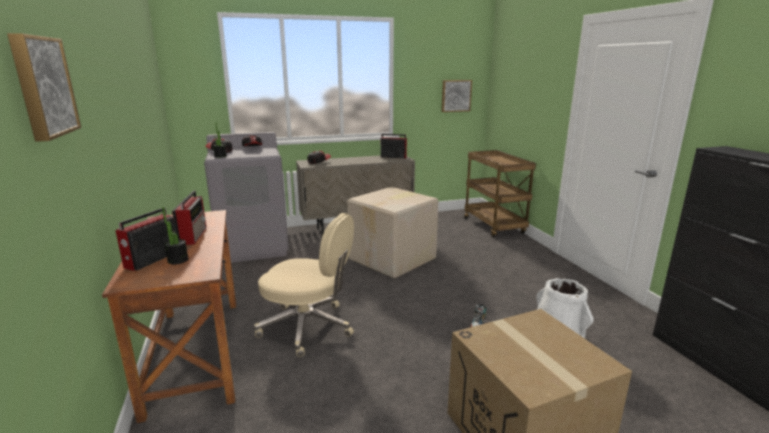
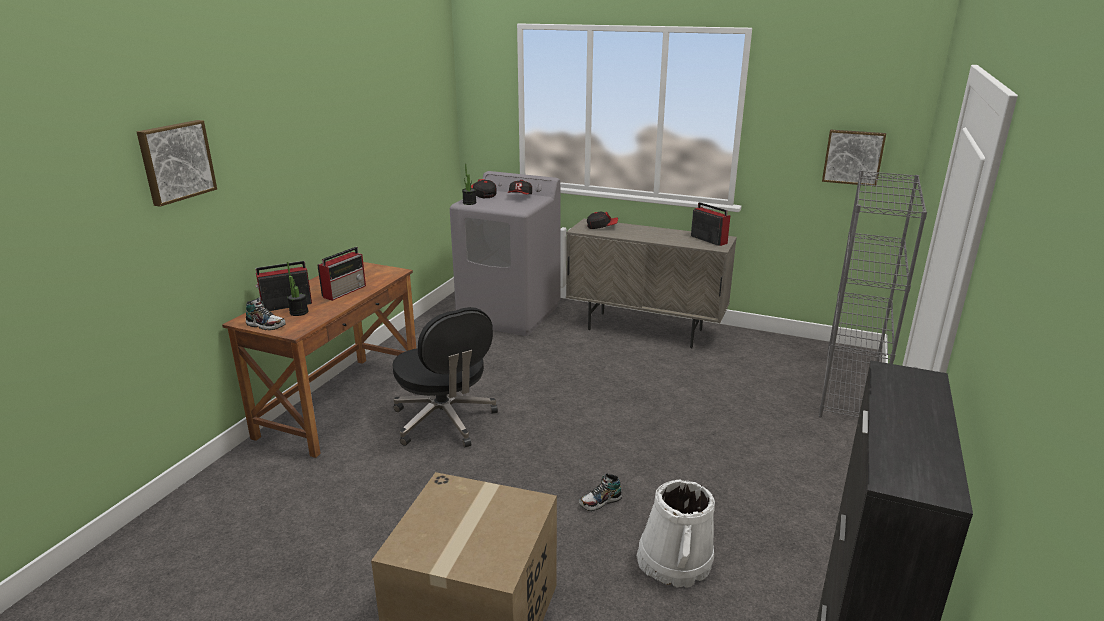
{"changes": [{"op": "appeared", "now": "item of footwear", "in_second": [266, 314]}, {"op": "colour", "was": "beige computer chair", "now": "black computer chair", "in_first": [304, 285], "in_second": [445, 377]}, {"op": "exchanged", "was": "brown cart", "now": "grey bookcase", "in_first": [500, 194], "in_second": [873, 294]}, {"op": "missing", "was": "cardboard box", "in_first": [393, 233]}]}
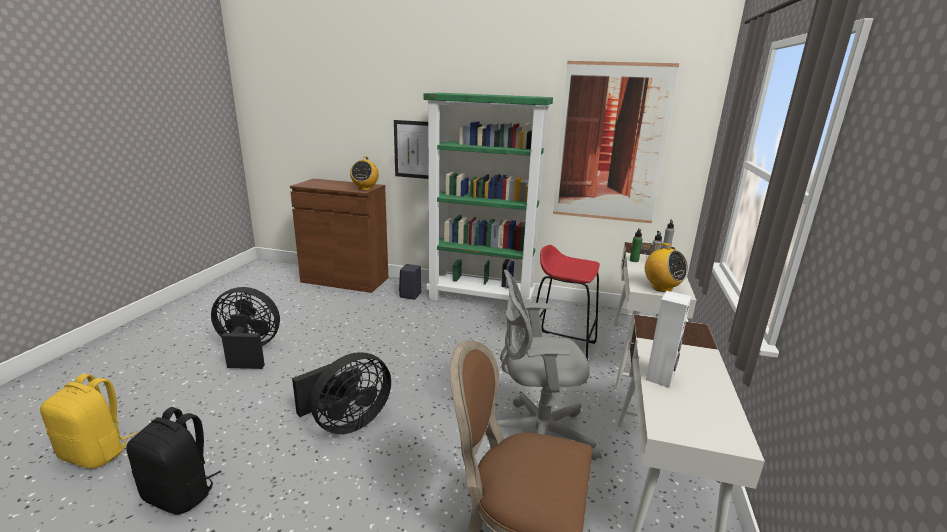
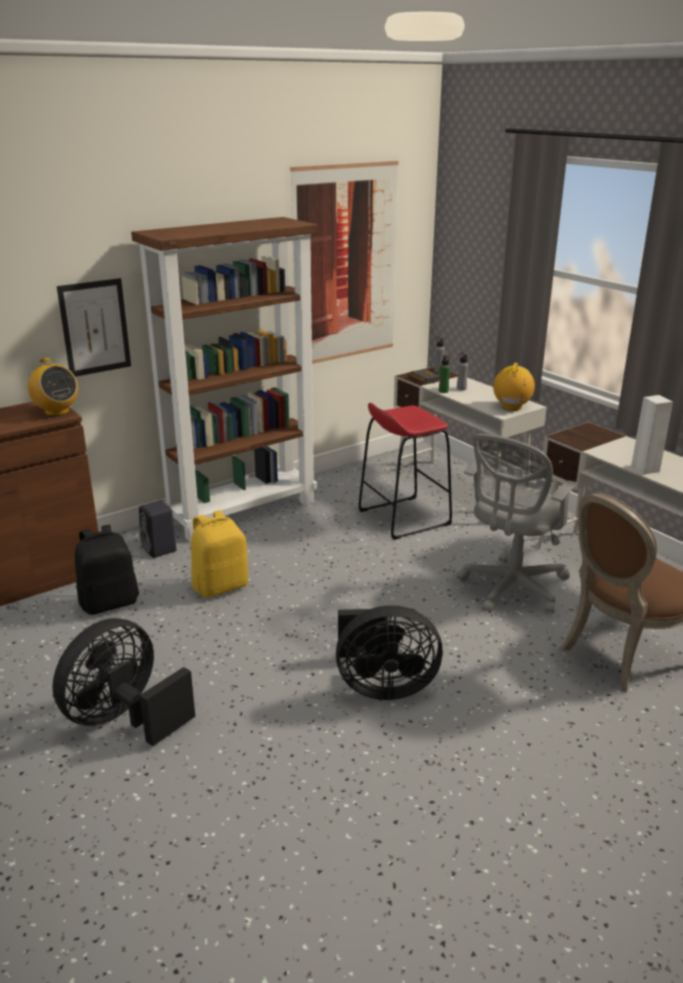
{"changes": [{"op": "relocated", "was": "black rucksack", "in_first": [174, 461], "in_second": [107, 570]}, {"op": "colour", "was": "green-coloured bookcase", "now": "brown bookcase", "in_first": [488, 203], "in_second": [224, 379]}, {"op": "relocated", "was": "yellowish rucksack", "in_first": [88, 421], "in_second": [219, 554]}, {"op": "spun", "was": "black fan", "in_first": [341, 393], "in_second": [389, 652], "clockwise": 90}, {"op": "spun", "was": "radio", "in_first": [666, 267], "in_second": [514, 387], "clockwise": -75}]}
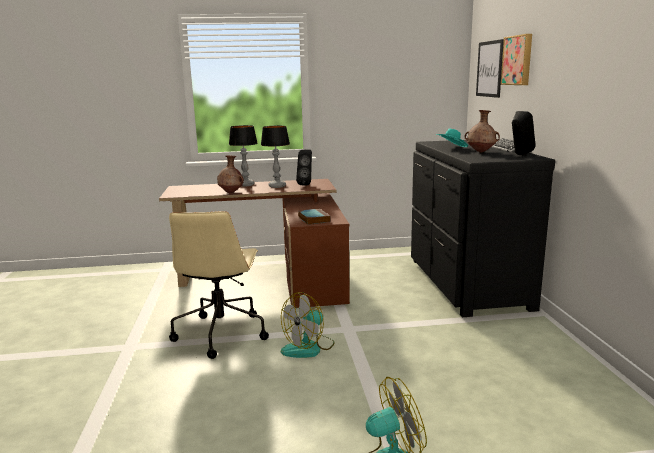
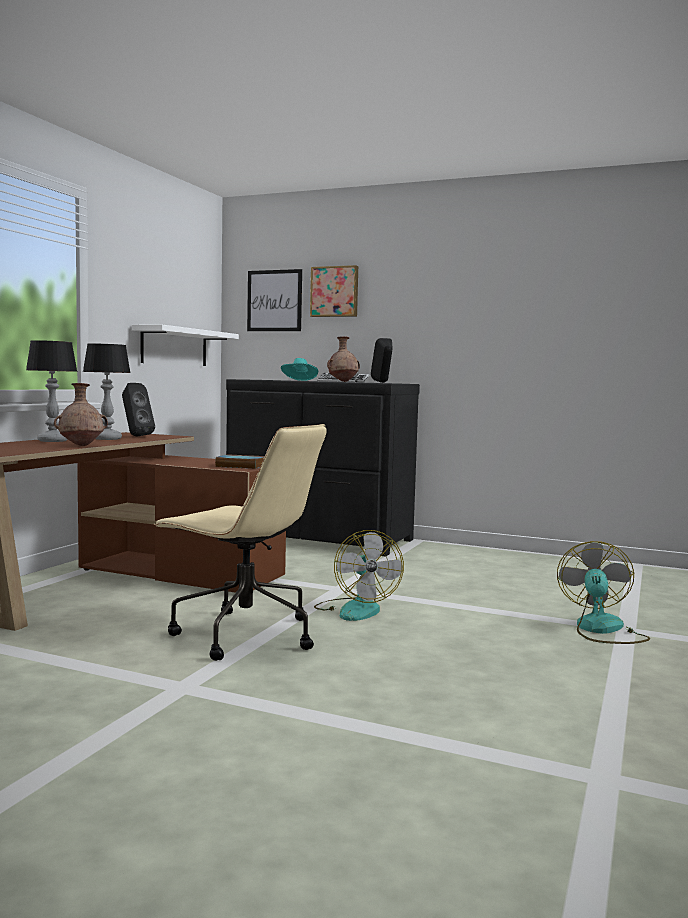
{"changes": [{"op": "appeared", "now": "white shelf", "in_second": [185, 345]}]}
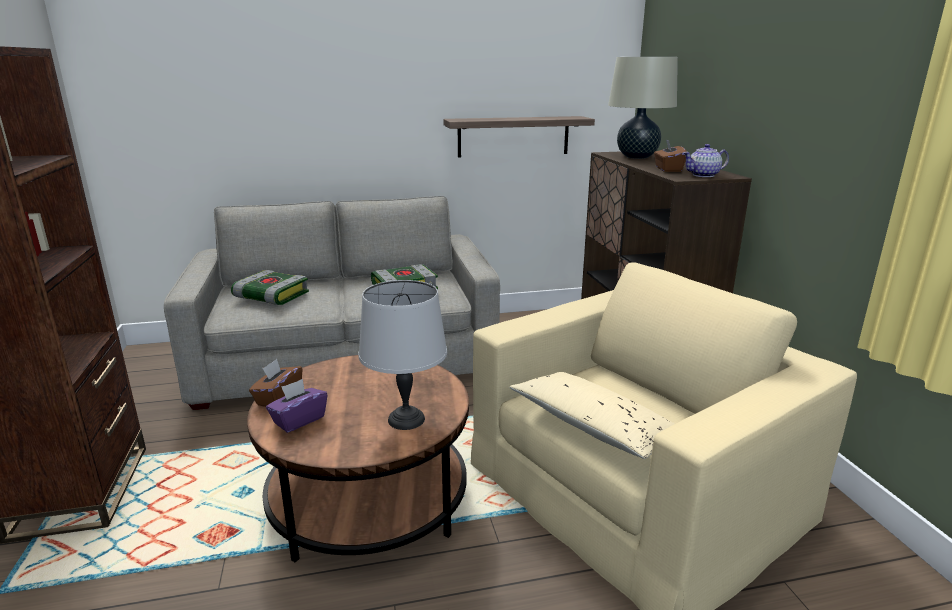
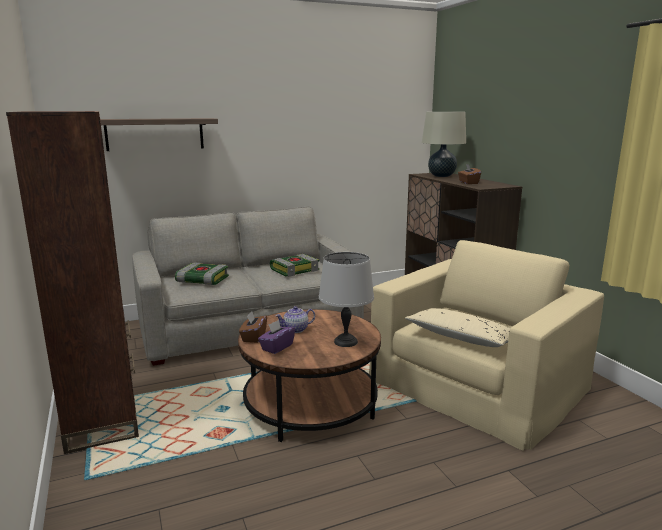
{"changes": [{"op": "relocated", "was": "shelf", "in_first": [519, 136], "in_second": [159, 134]}, {"op": "relocated", "was": "tea pot", "in_first": [706, 160], "in_second": [295, 319]}]}
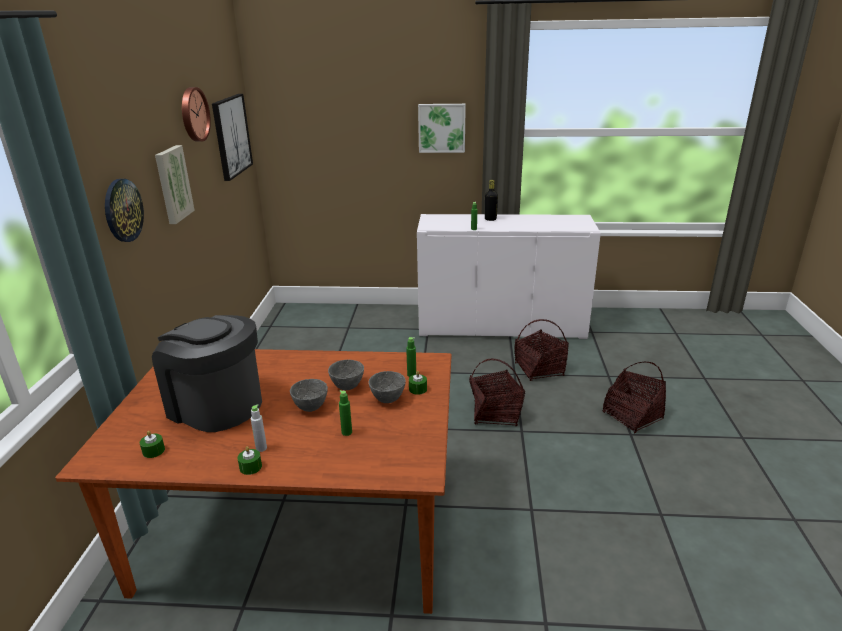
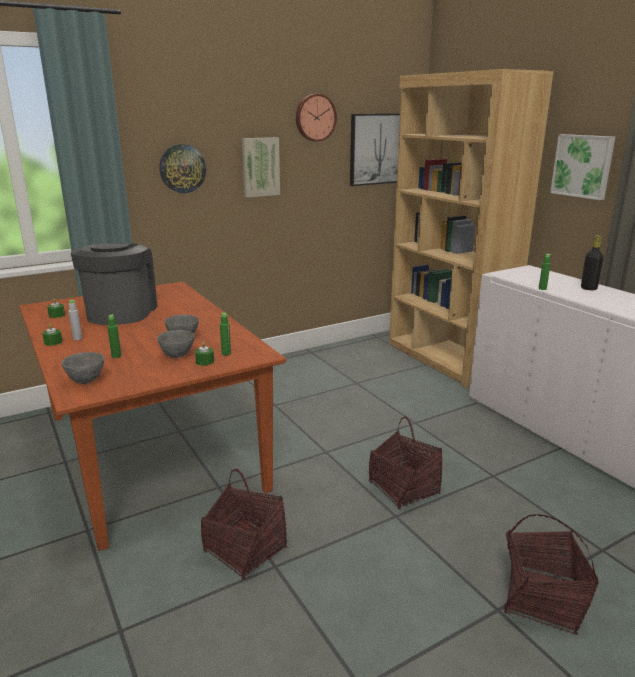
{"changes": [{"op": "relocated", "was": "grey deep dish", "in_first": [309, 395], "in_second": [82, 368]}, {"op": "relocated", "was": "basket", "in_first": [541, 350], "in_second": [244, 524]}, {"op": "appeared", "now": "brown bookcase", "in_second": [471, 229]}]}
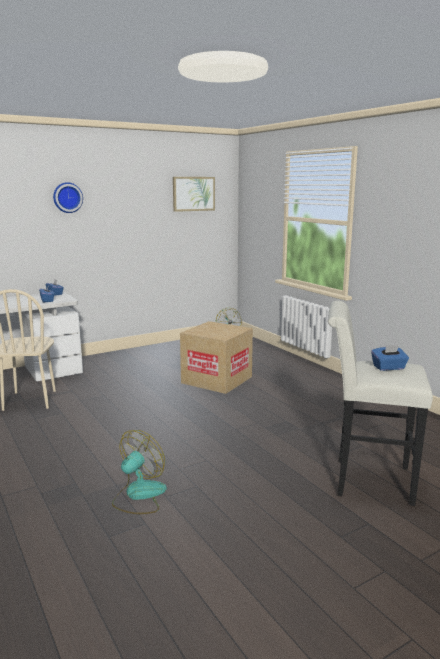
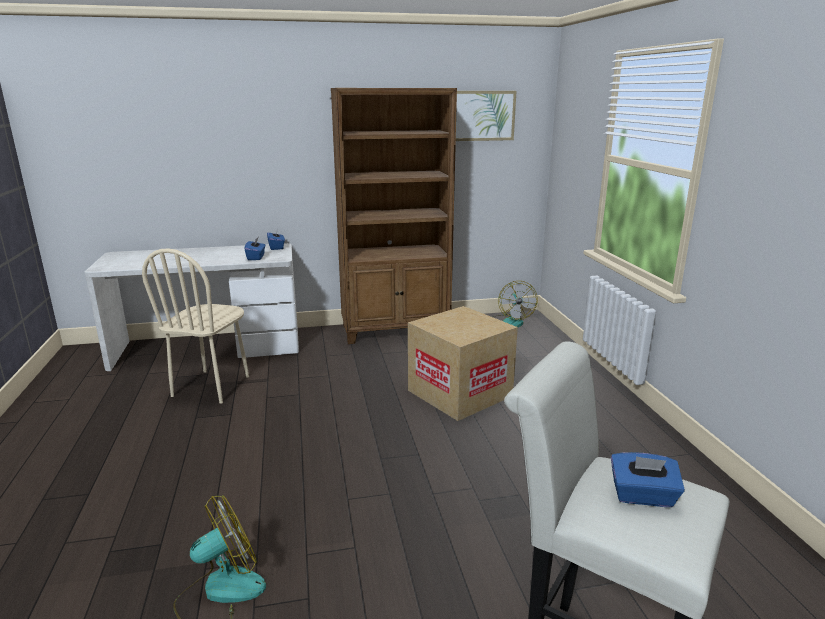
{"changes": [{"op": "appeared", "now": "brown bookcase", "in_second": [394, 216]}, {"op": "missing", "was": "wall clock", "in_first": [68, 197]}]}
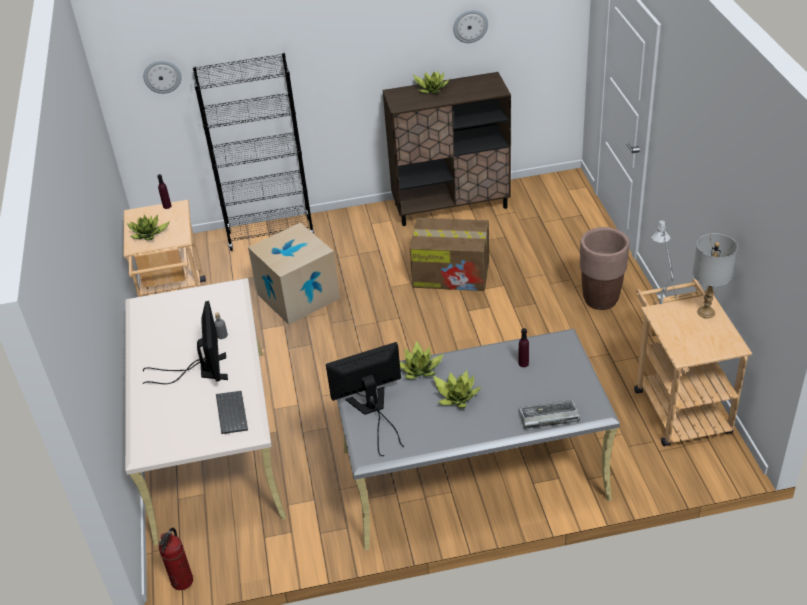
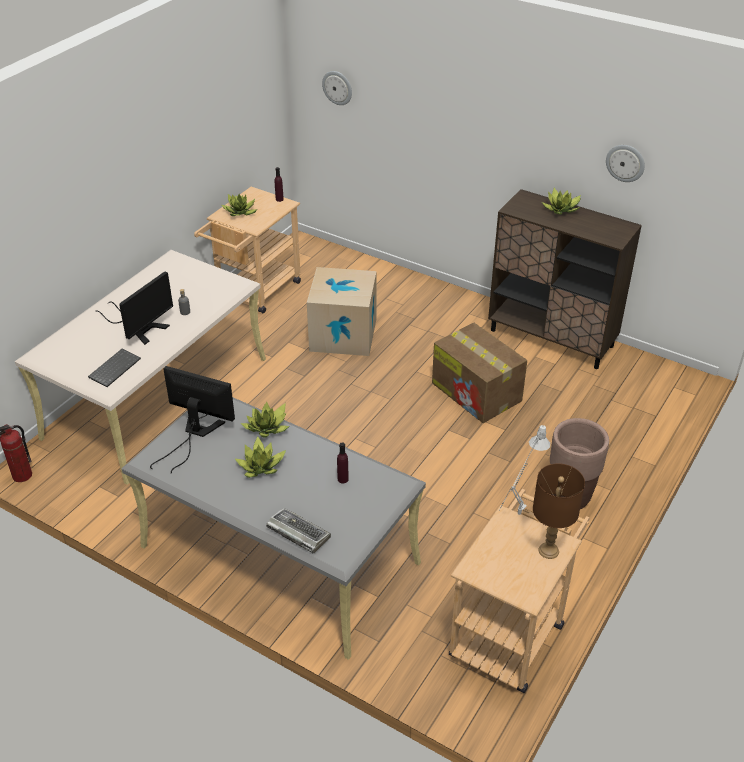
{"changes": [{"op": "colour", "was": "grey tabletop lamp", "now": "brown tabletop lamp", "in_first": [715, 275], "in_second": [559, 511]}, {"op": "missing", "was": "black bookcase", "in_first": [254, 152]}]}
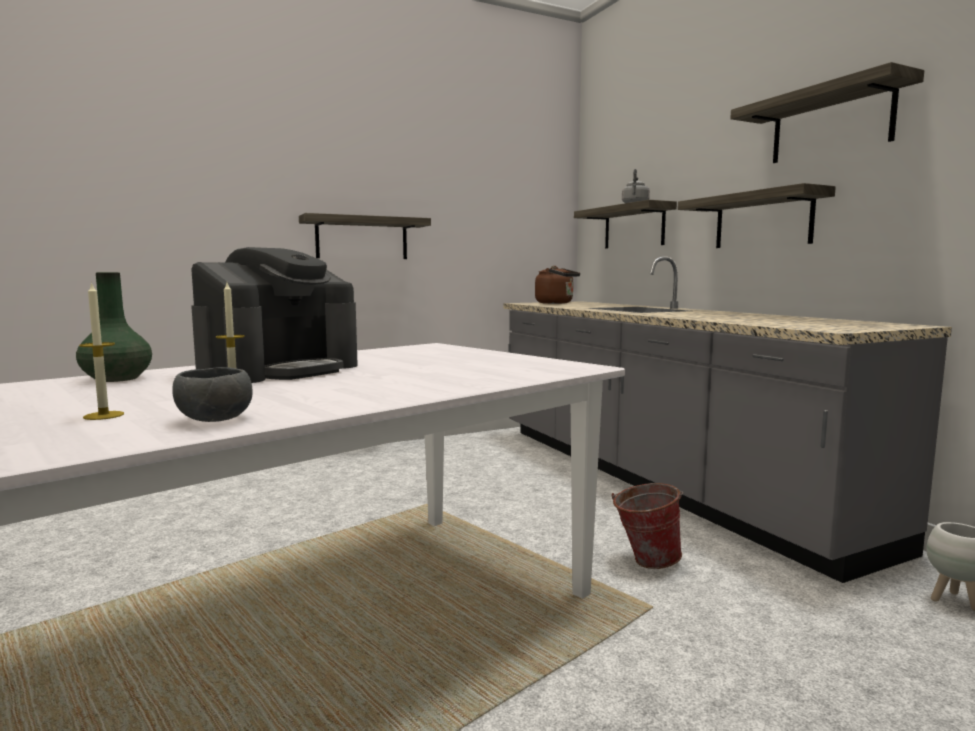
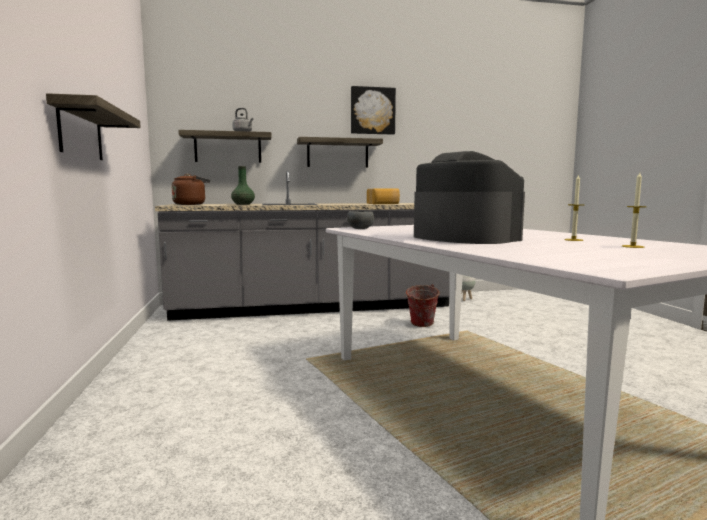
{"changes": [{"op": "relocated", "was": "green-coloured vase", "in_first": [114, 327], "in_second": [243, 185]}, {"op": "relocated", "was": "grey deep dish", "in_first": [212, 394], "in_second": [360, 220]}, {"op": "exchanged", "was": "shelf", "now": "wall picture", "in_first": [827, 112], "in_second": [373, 110]}, {"op": "appeared", "now": "bread", "in_second": [383, 196]}]}
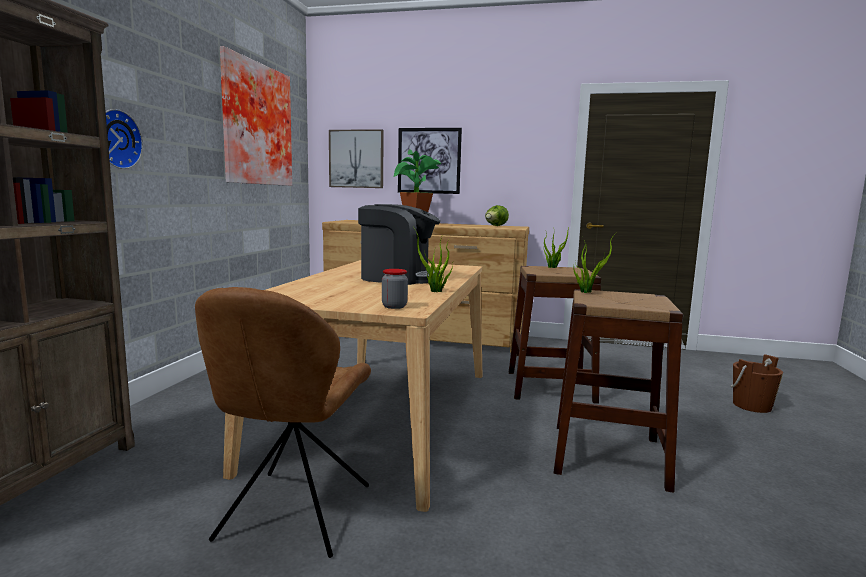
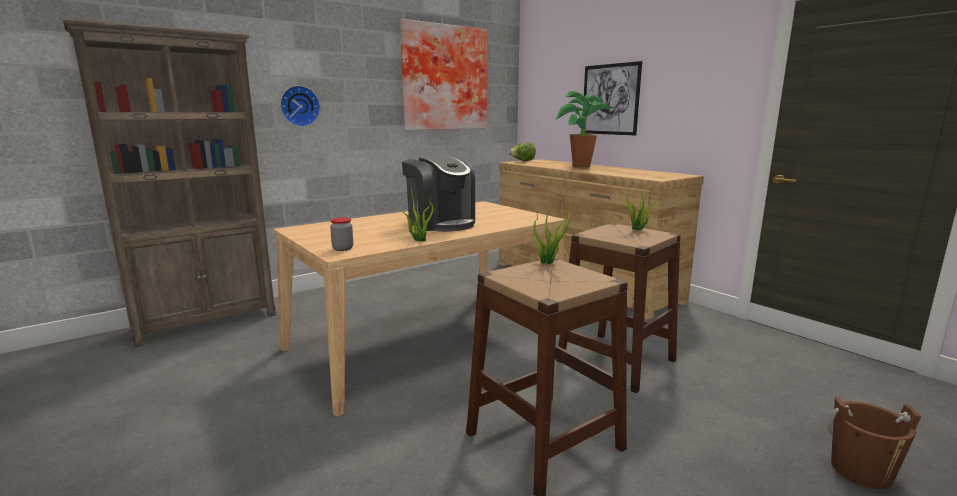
{"changes": [{"op": "relocated", "was": "head of lettuce", "in_first": [497, 215], "in_second": [522, 151]}, {"op": "missing", "was": "brown plain chair", "in_first": [283, 422]}, {"op": "missing", "was": "wall picture", "in_first": [356, 159]}]}
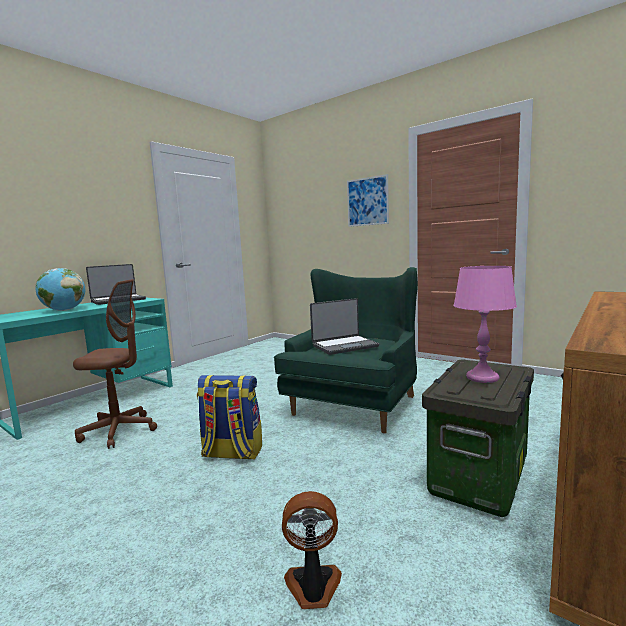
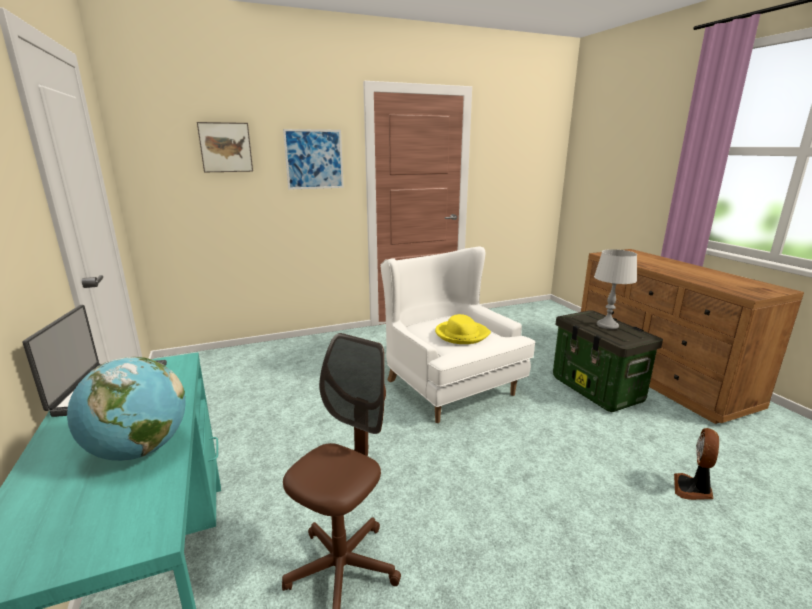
{"changes": [{"op": "appeared", "now": "wall picture", "in_second": [225, 147]}, {"op": "colour", "was": "green-coloured easy chair", "now": "white easy chair", "in_first": [346, 350], "in_second": [457, 334]}, {"op": "exchanged", "was": "notebook computer", "now": "yellowish hat", "in_first": [344, 326], "in_second": [463, 329]}, {"op": "colour", "was": "pinkish tabletop lamp", "now": "grey tabletop lamp", "in_first": [485, 324], "in_second": [615, 289]}, {"op": "missing", "was": "rucksack", "in_first": [229, 417]}]}
